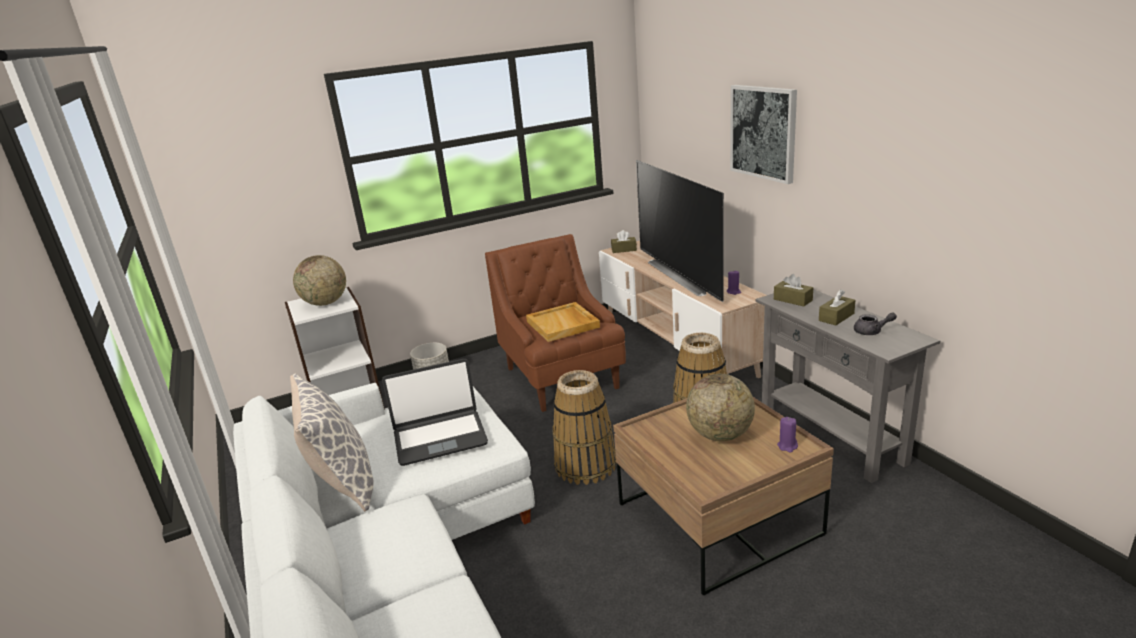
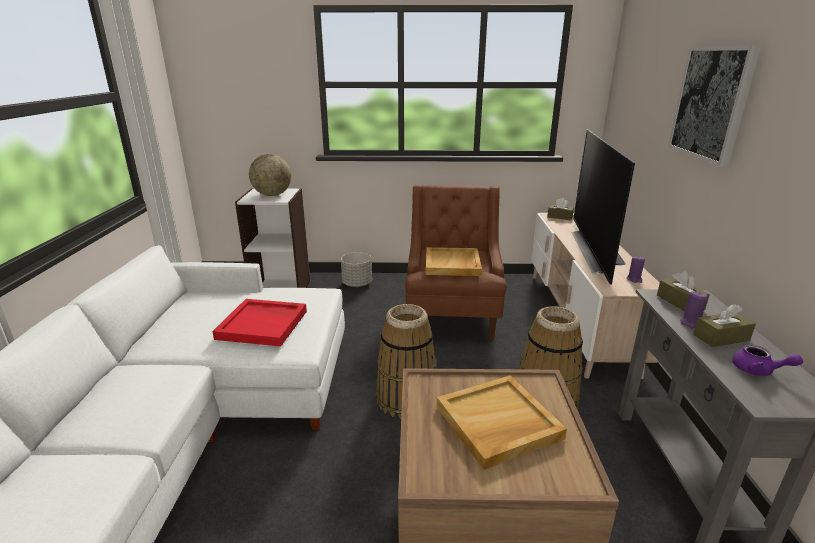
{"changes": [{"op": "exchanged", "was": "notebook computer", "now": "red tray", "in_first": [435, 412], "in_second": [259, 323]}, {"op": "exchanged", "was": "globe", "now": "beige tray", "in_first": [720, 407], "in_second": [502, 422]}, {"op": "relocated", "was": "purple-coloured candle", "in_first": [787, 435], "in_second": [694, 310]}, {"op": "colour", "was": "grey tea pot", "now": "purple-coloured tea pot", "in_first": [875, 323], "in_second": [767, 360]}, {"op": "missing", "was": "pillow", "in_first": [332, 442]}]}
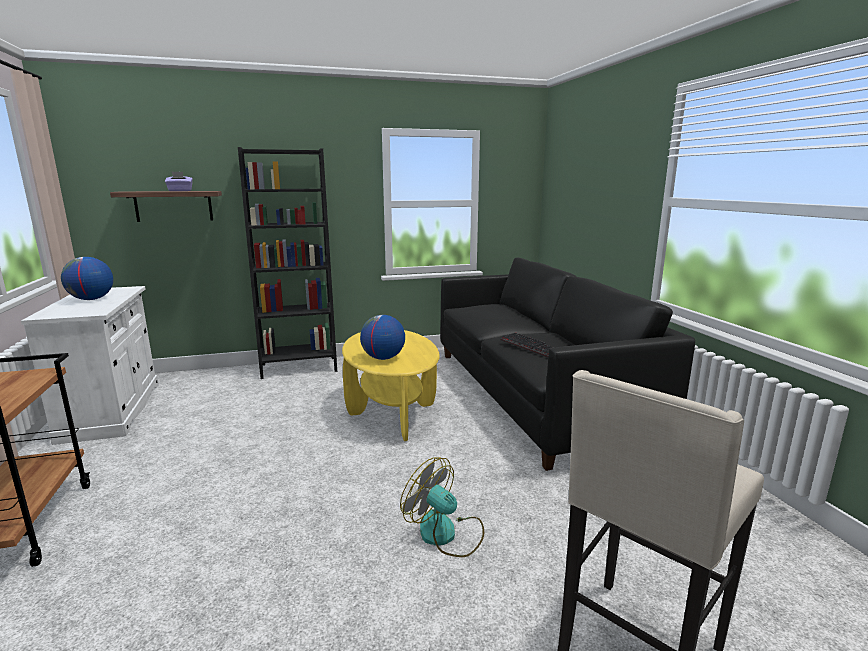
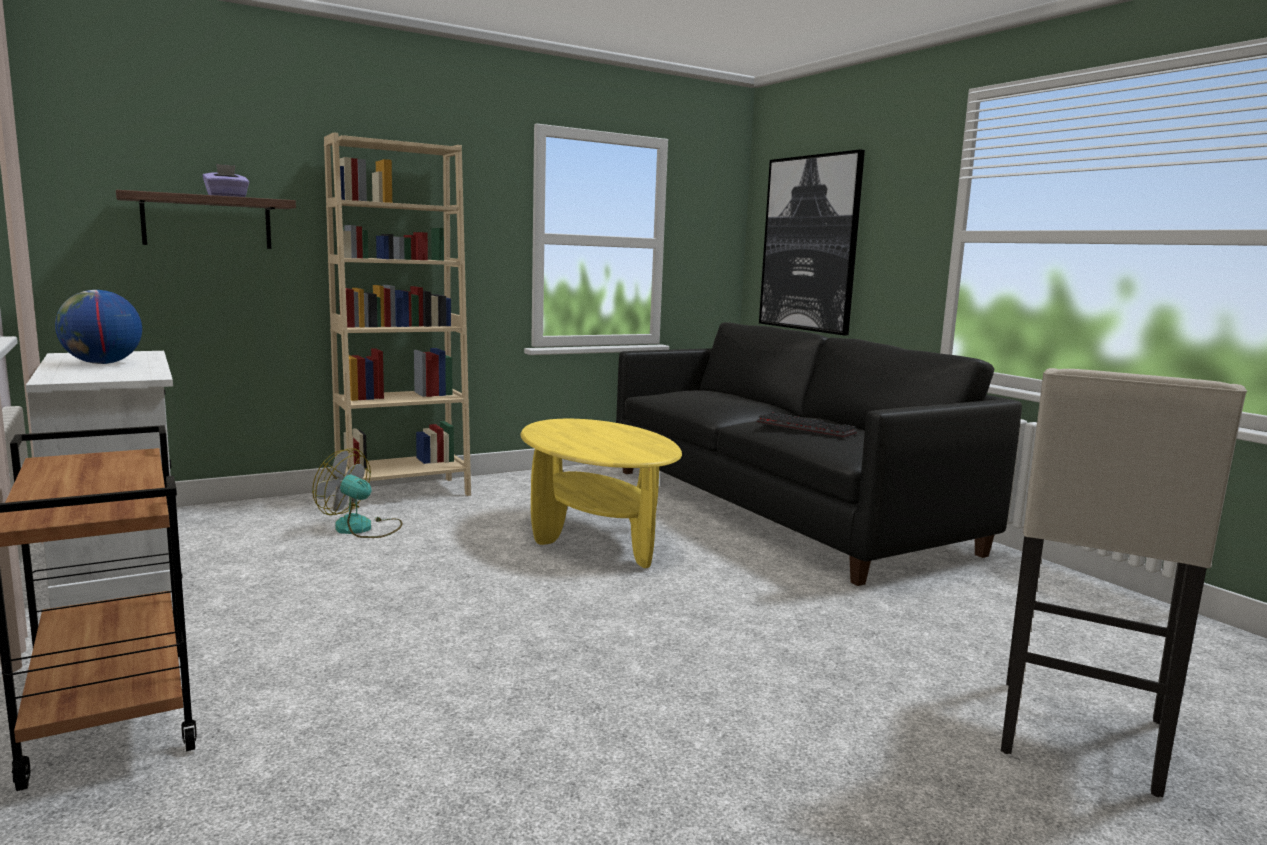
{"changes": [{"op": "relocated", "was": "fan", "in_first": [442, 507], "in_second": [357, 493]}, {"op": "colour", "was": "black bookcase", "now": "beige bookcase", "in_first": [287, 263], "in_second": [397, 320]}, {"op": "appeared", "now": "wall picture", "in_second": [812, 242]}, {"op": "missing", "was": "globe", "in_first": [382, 337]}]}
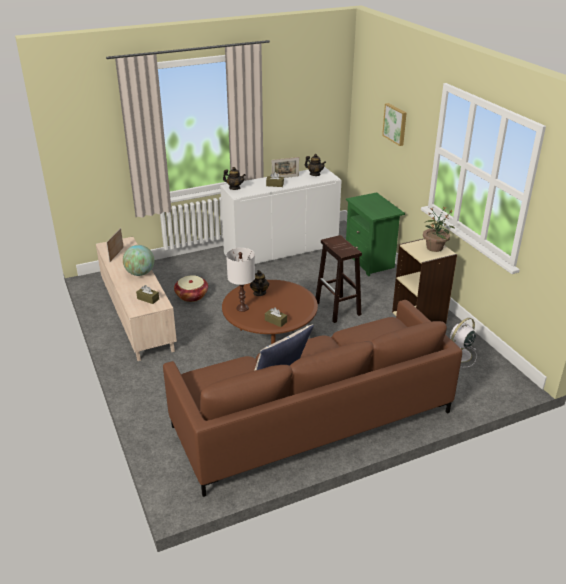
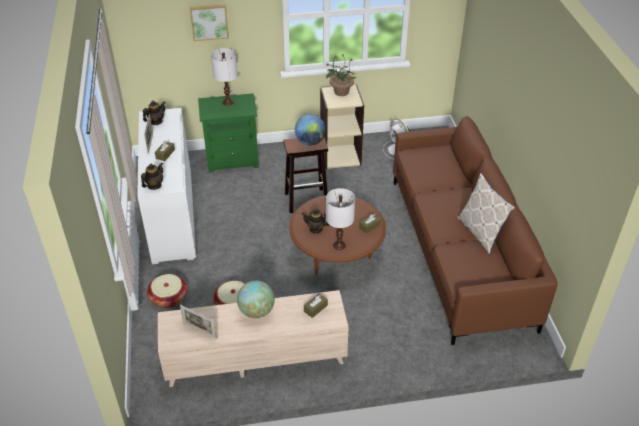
{"changes": [{"op": "appeared", "now": "basket", "in_second": [167, 291]}, {"op": "appeared", "now": "white tabletop lamp", "in_second": [224, 77]}, {"op": "appeared", "now": "globe", "in_second": [310, 130]}]}
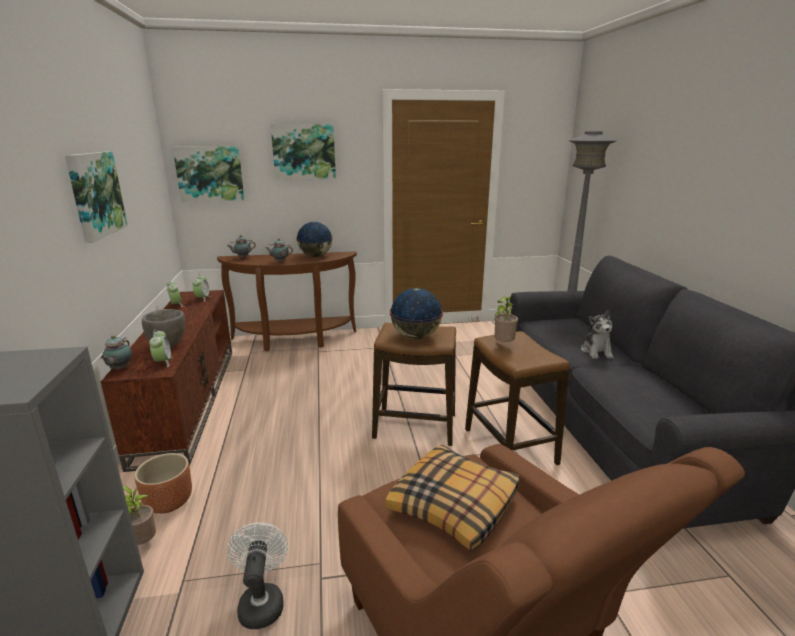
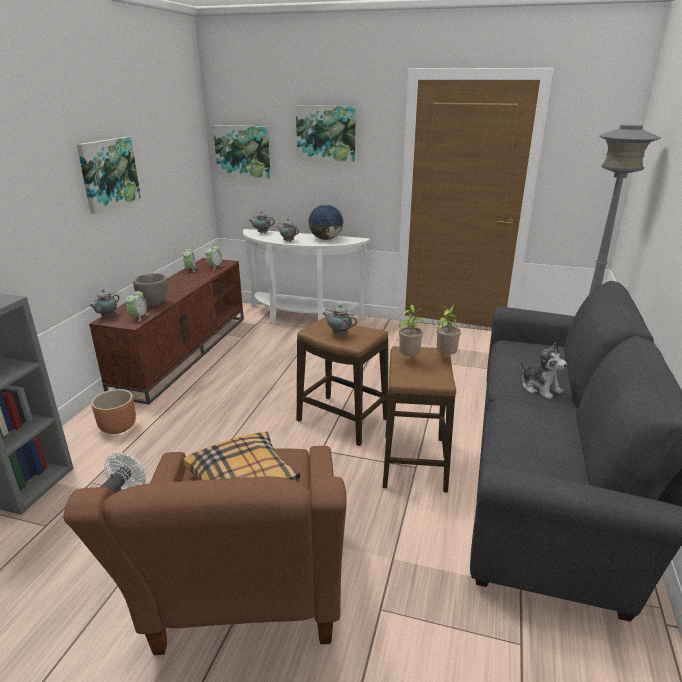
{"changes": [{"op": "colour", "was": "brown hall table", "now": "white hall table", "in_first": [287, 301], "in_second": [306, 276]}, {"op": "exchanged", "was": "globe", "now": "tea pot", "in_first": [416, 313], "in_second": [339, 319]}, {"op": "relocated", "was": "houseplant", "in_first": [139, 514], "in_second": [449, 329]}, {"op": "spun", "was": "plush toy", "in_first": [597, 334], "in_second": [543, 371], "clockwise": -60}]}
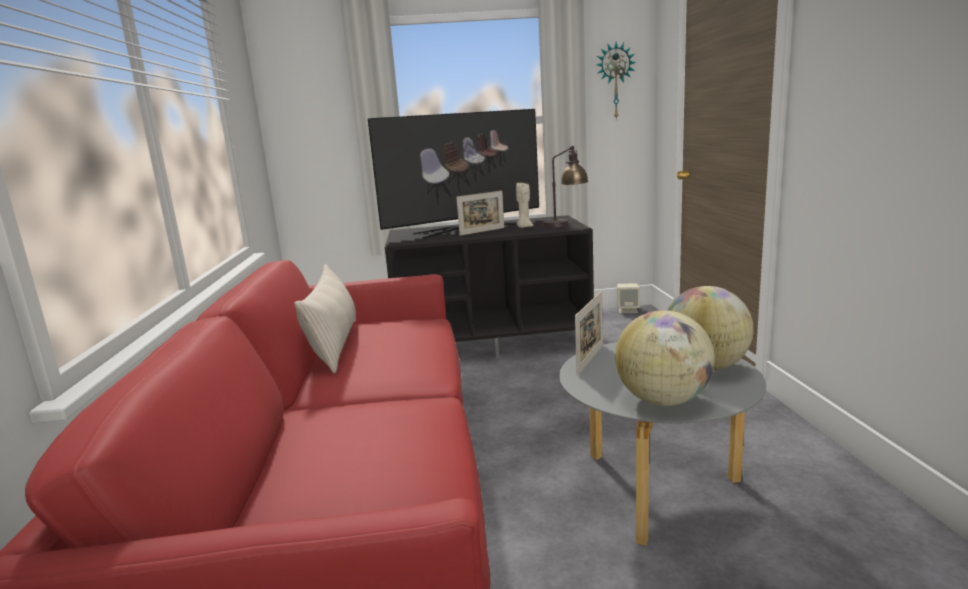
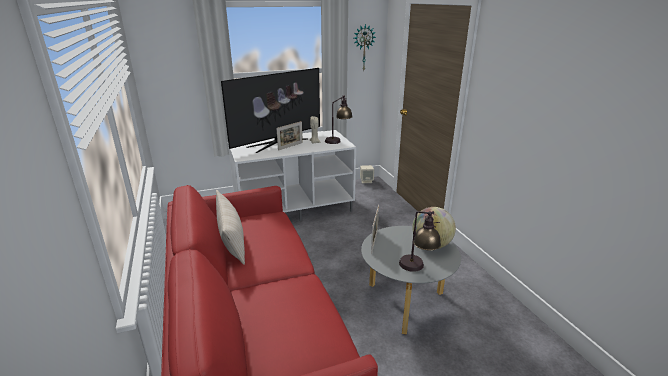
{"changes": [{"op": "colour", "was": "black tv unit", "now": "white tv unit", "in_first": [489, 287], "in_second": [292, 175]}, {"op": "exchanged", "was": "globe", "now": "tabletop lamp", "in_first": [665, 358], "in_second": [420, 241]}]}
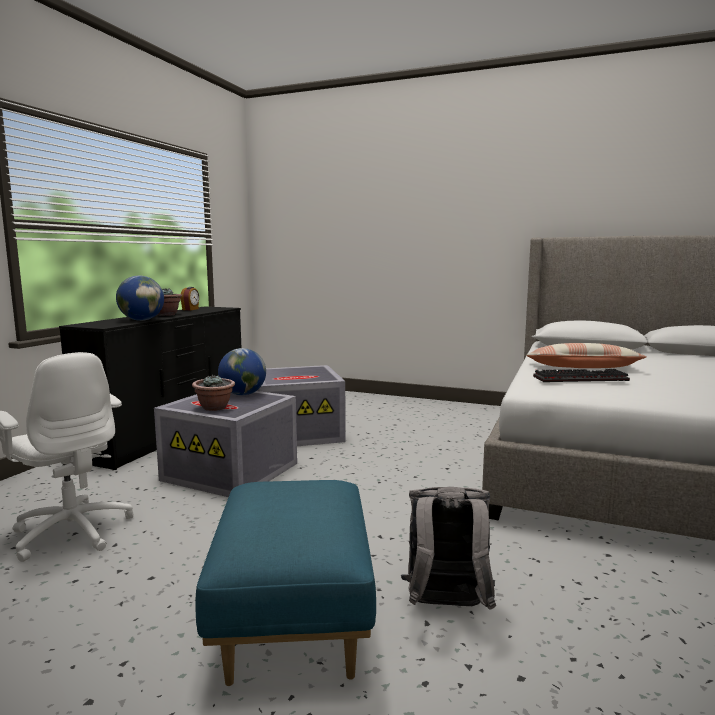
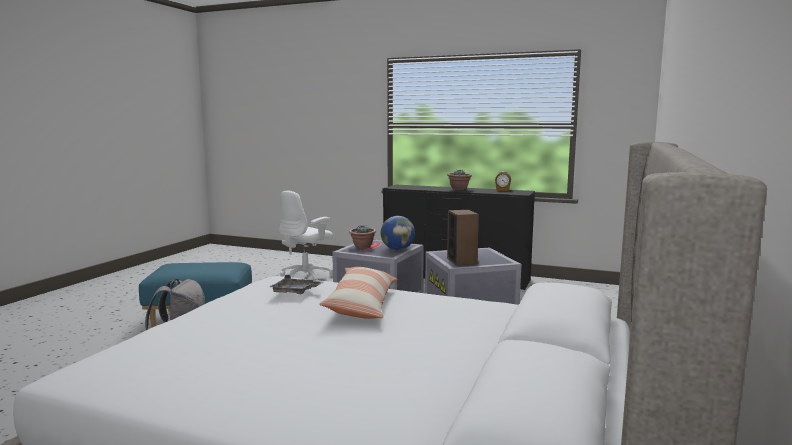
{"changes": [{"op": "exchanged", "was": "keyboard", "now": "grey tray", "in_first": [581, 375], "in_second": [297, 284]}, {"op": "appeared", "now": "audio speaker", "in_second": [463, 237]}, {"op": "missing", "was": "globe", "in_first": [140, 298]}]}
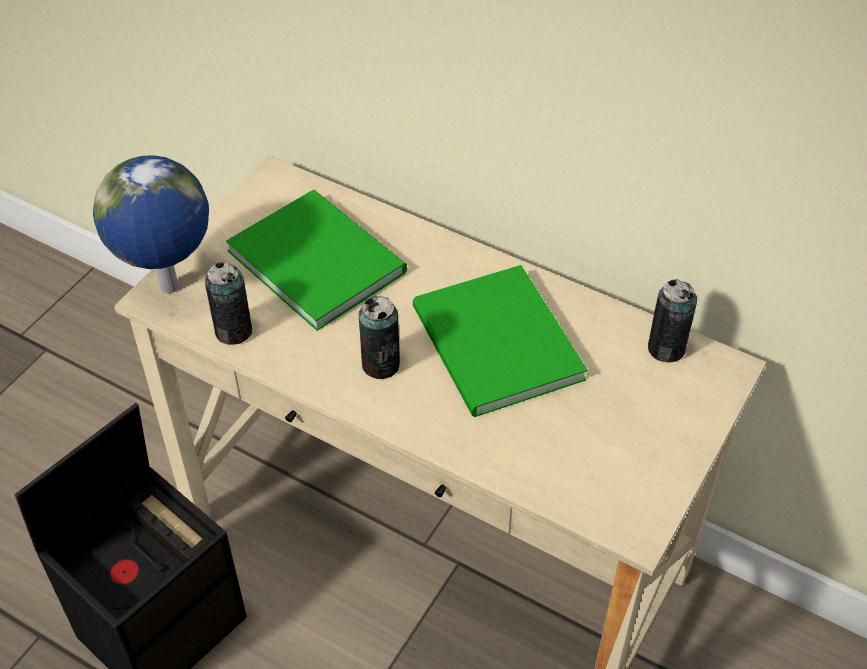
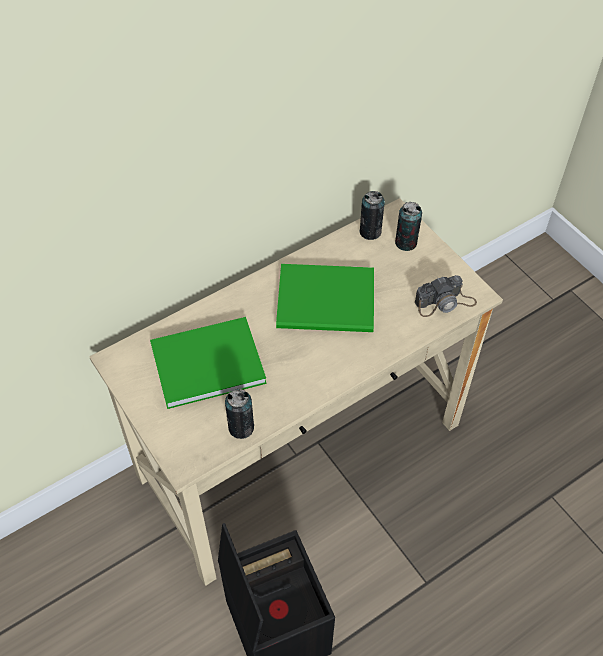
{"changes": [{"op": "relocated", "was": "metal can", "in_first": [379, 337], "in_second": [408, 226]}, {"op": "appeared", "now": "still camera", "in_second": [446, 296]}, {"op": "missing", "was": "globe", "in_first": [151, 224]}]}
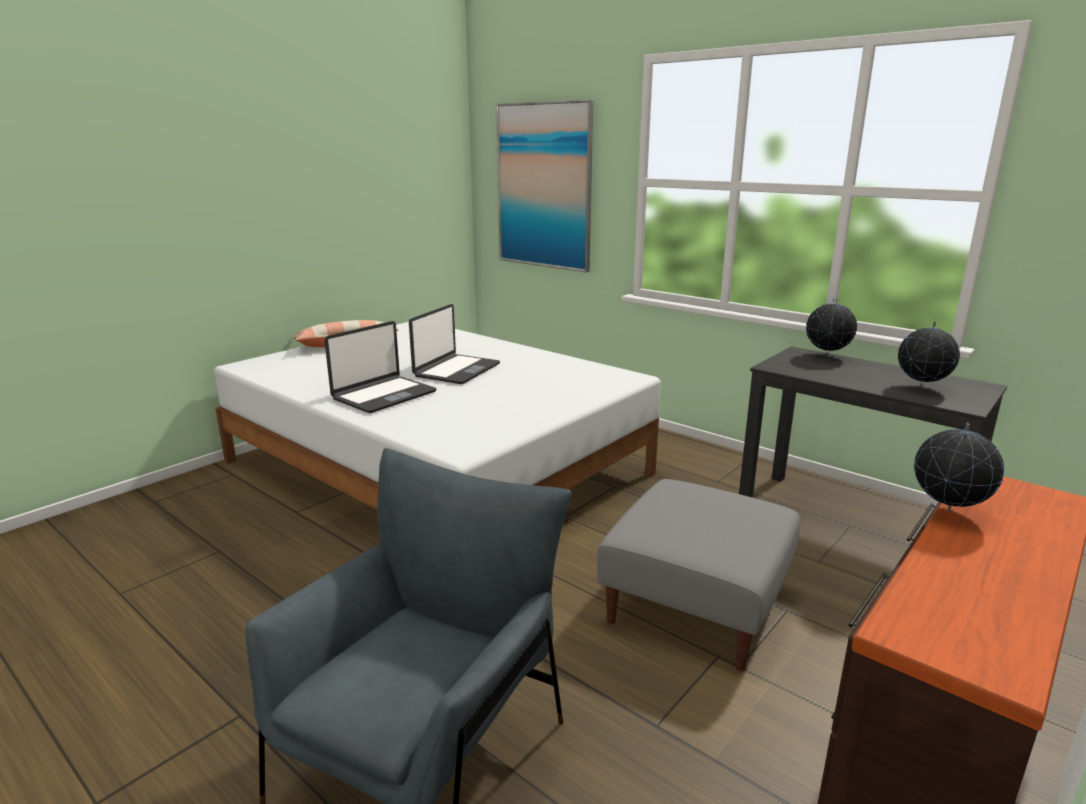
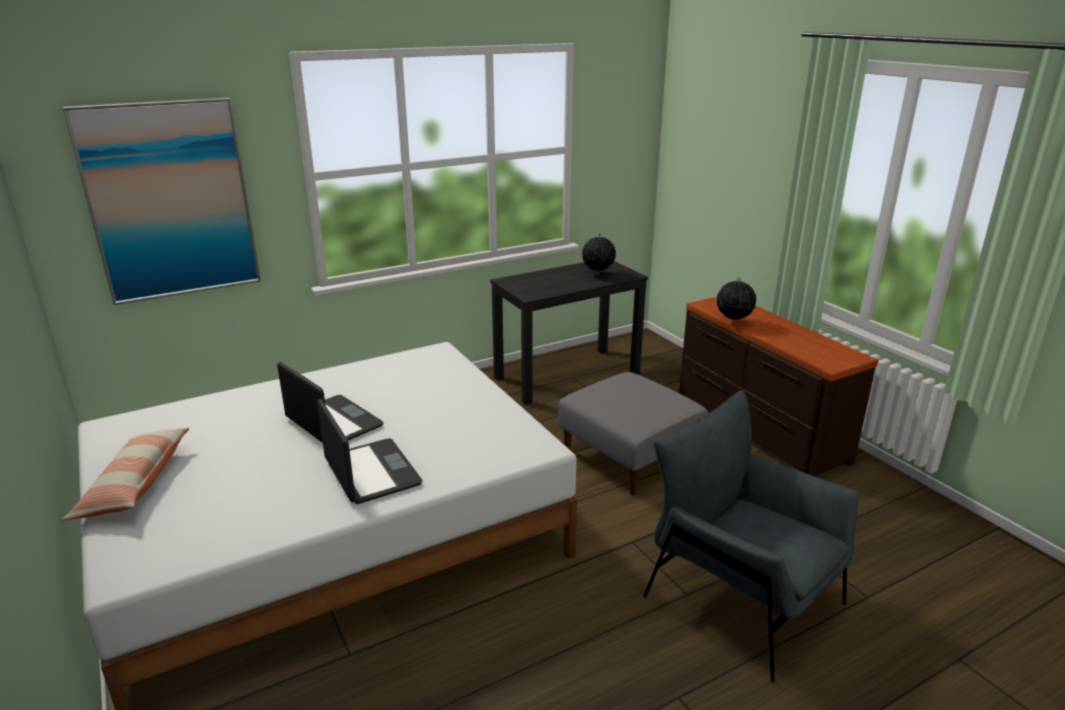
{"changes": [{"op": "missing", "was": "globe", "in_first": [831, 327]}]}
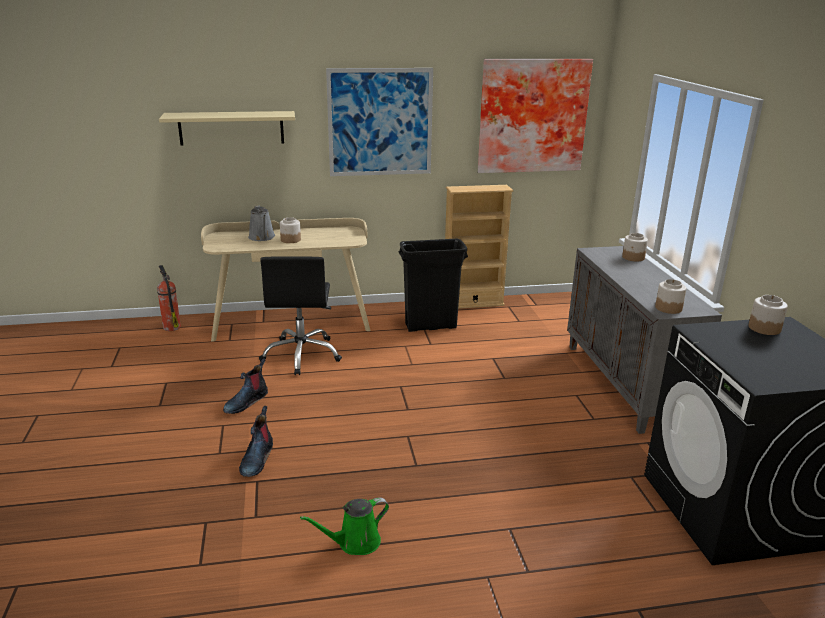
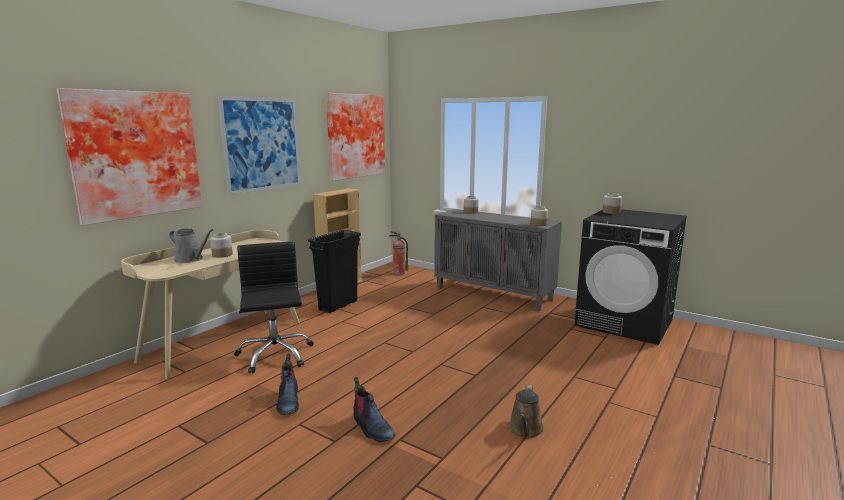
{"changes": [{"op": "exchanged", "was": "beige shelf", "now": "wall picture", "in_first": [227, 128], "in_second": [129, 156]}, {"op": "spun", "was": "black computer chair", "in_first": [300, 315], "in_second": [274, 308], "clockwise": -150}, {"op": "relocated", "was": "fire-fighting cylinder", "in_first": [169, 298], "in_second": [398, 253]}, {"op": "colour", "was": "green-coloured watering pot", "now": "brown watering pot", "in_first": [344, 526], "in_second": [526, 411]}]}
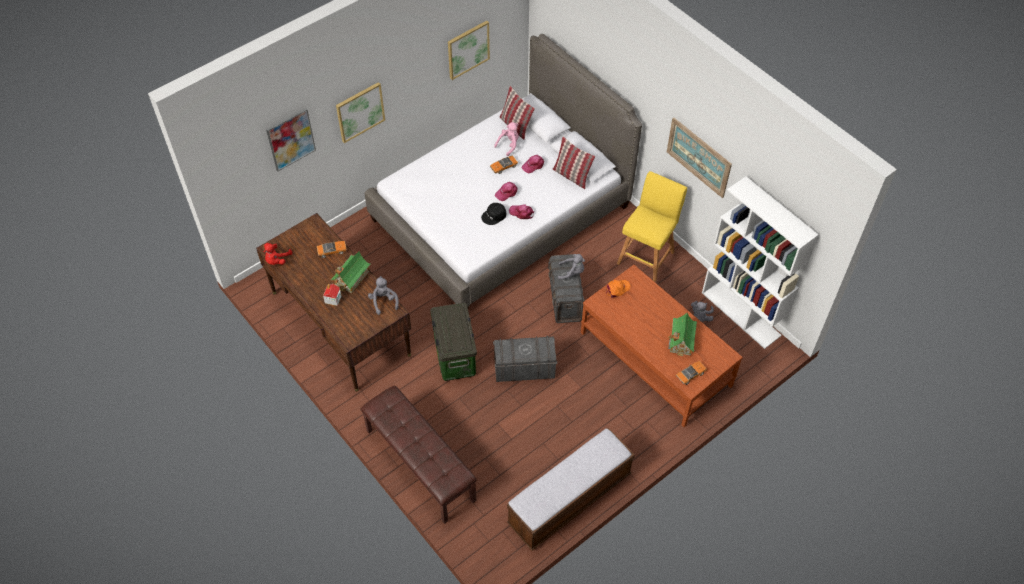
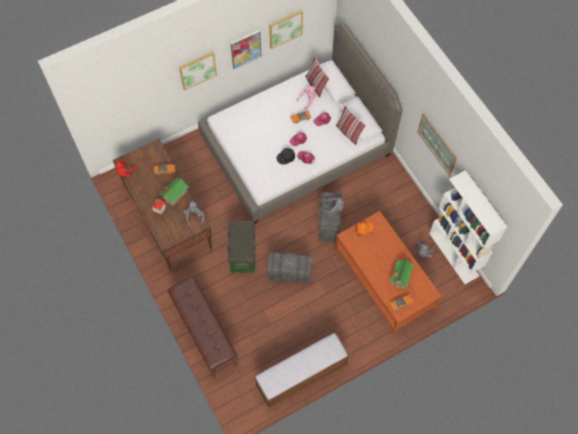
{"changes": [{"op": "relocated", "was": "wall picture", "in_first": [291, 139], "in_second": [246, 49]}, {"op": "missing", "was": "yellowish stool seat", "in_first": [652, 226]}]}
